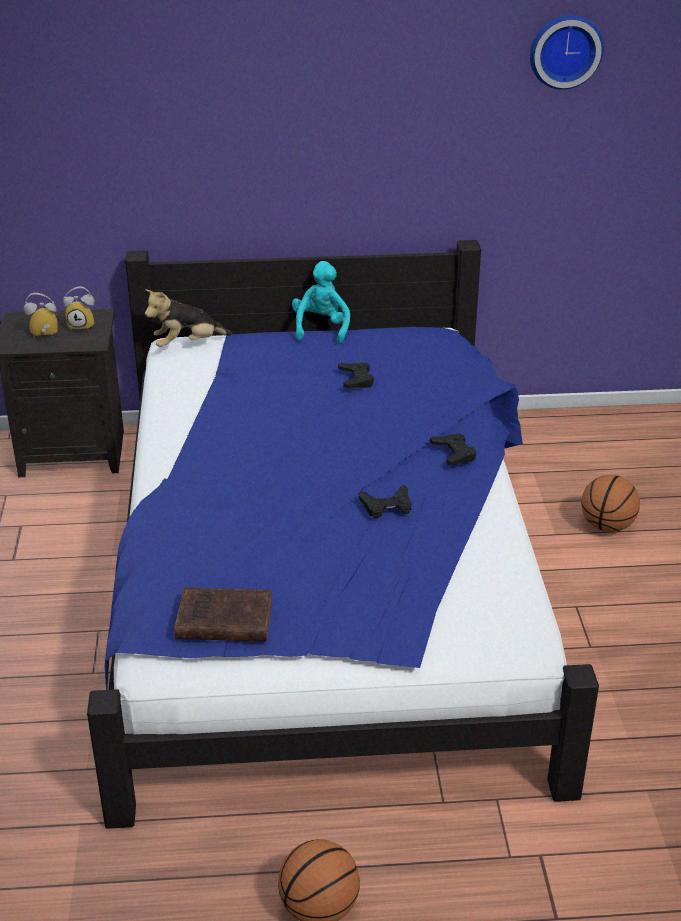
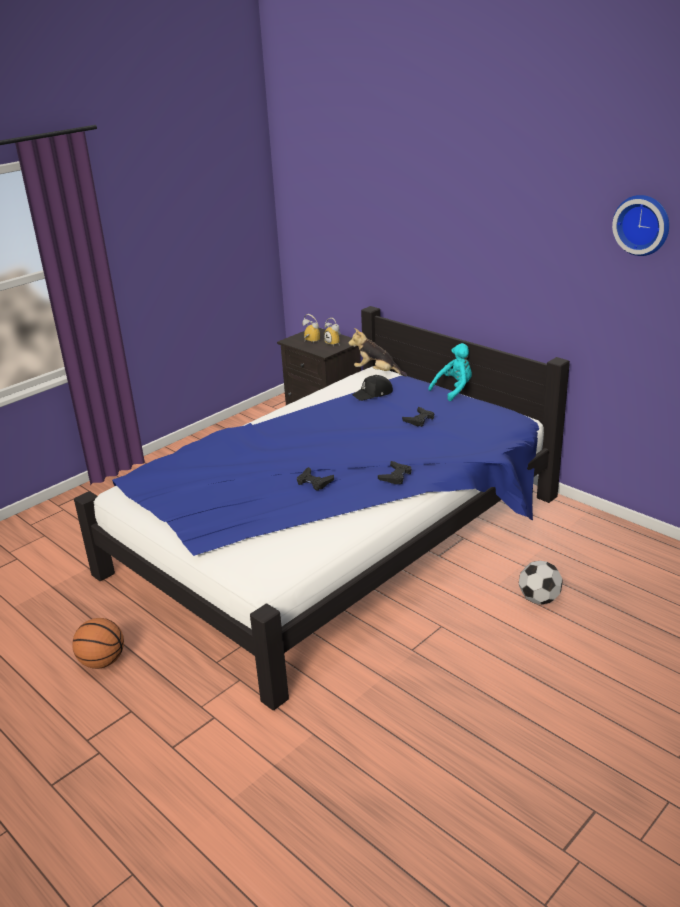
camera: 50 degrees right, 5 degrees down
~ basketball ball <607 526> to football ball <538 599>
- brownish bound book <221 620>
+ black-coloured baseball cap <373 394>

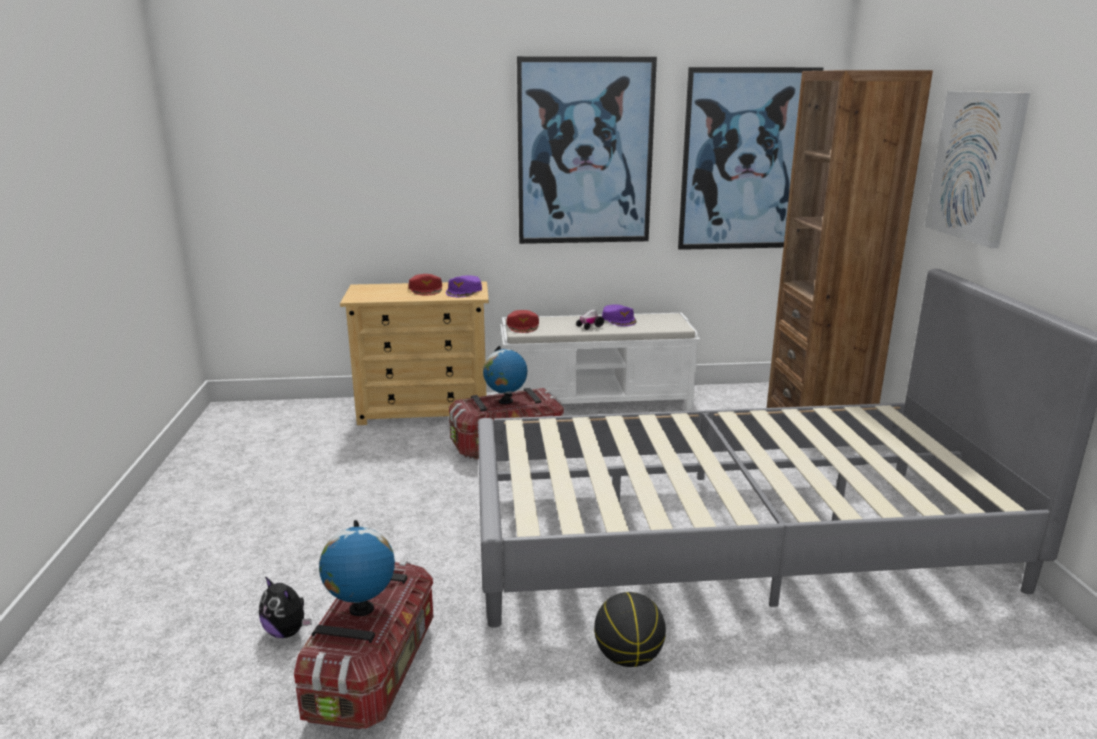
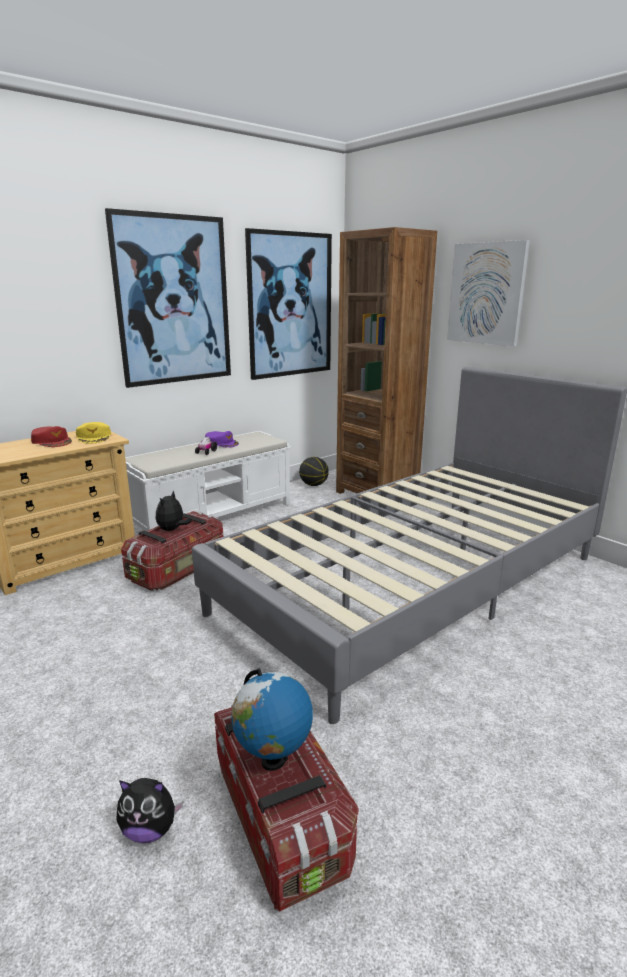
camera: 35 degrees left, 0 degrees up
~ purplish baseball cap <464 291> to yellow baseball cap <94 437>
- red baseball cap <523 326>
~ world globe <505 401> to soft toy <172 530>
~ basketball ball <628 657> to <313 485>

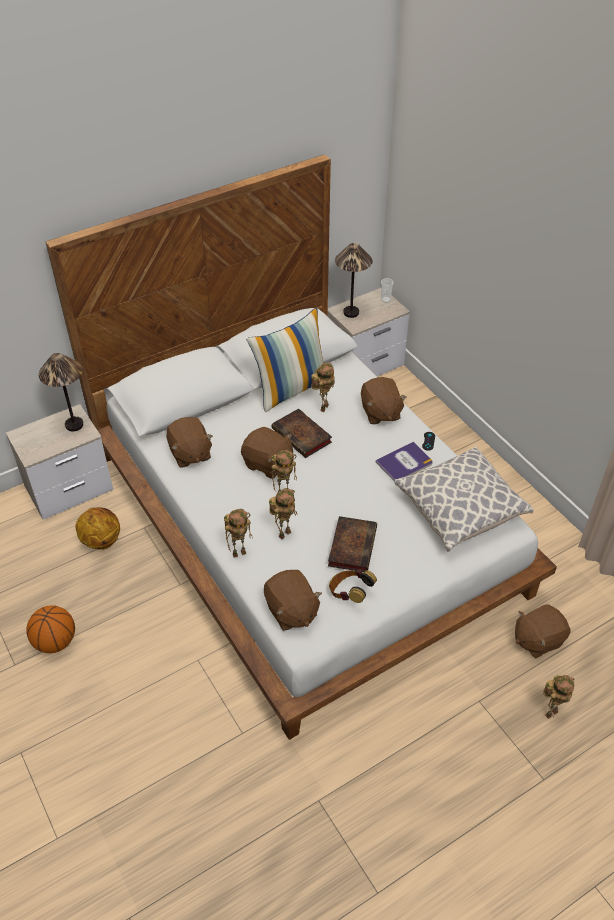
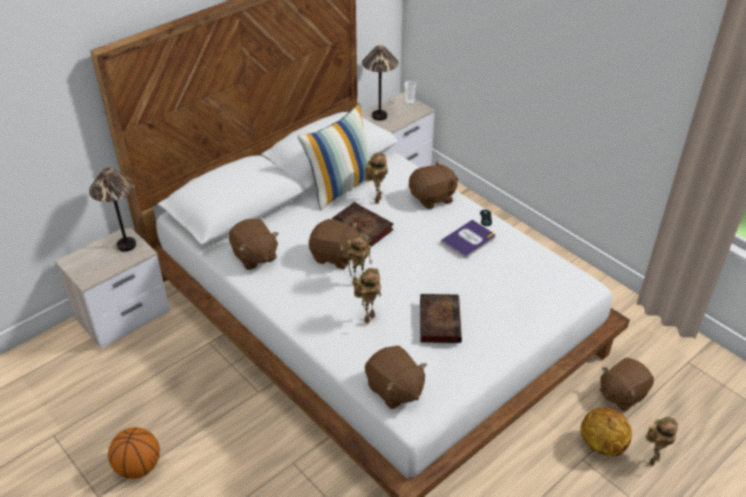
camera: 10 degrees left, 5 degrees down
~ brownish soft toy <380 412> = <433 198> 90 degrees counterclockwise
- pillow <460 510>
~ basketball ball <101 540> to <601 445>
- toy robot <239 552>
- pair of headphones <350 594>

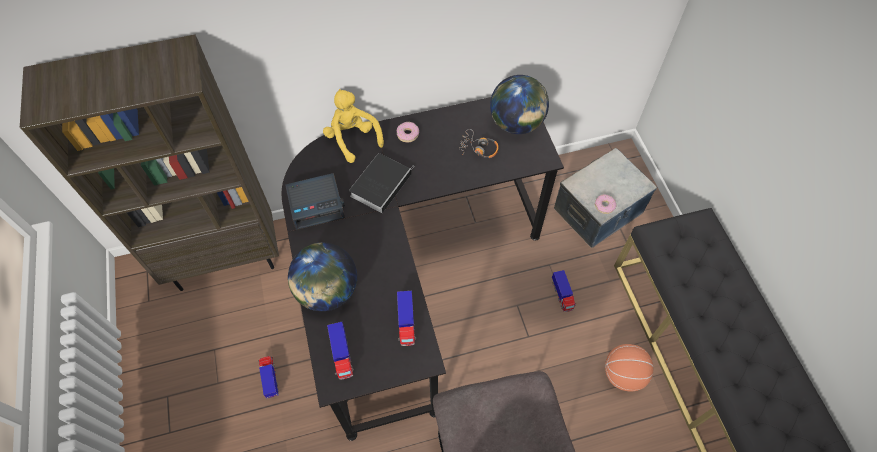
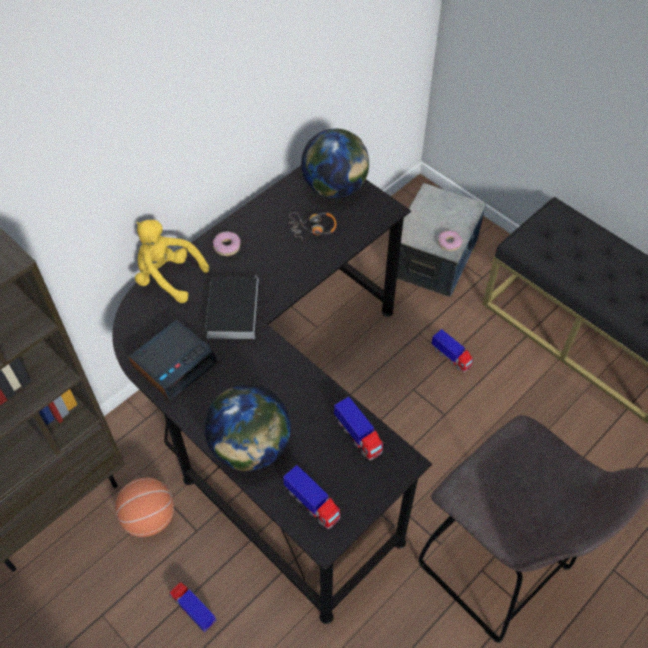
camera: 30 degrees left, 5 degrees down
~ basketball ball <623 374> to <150 517>

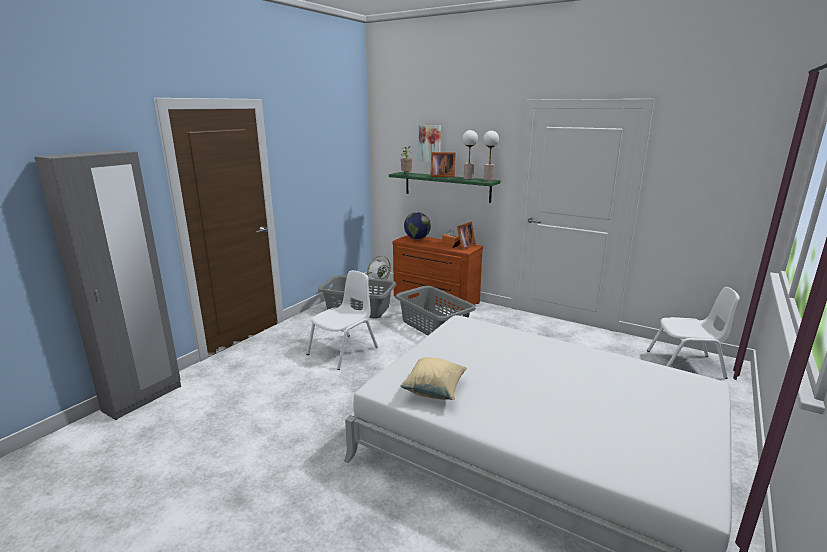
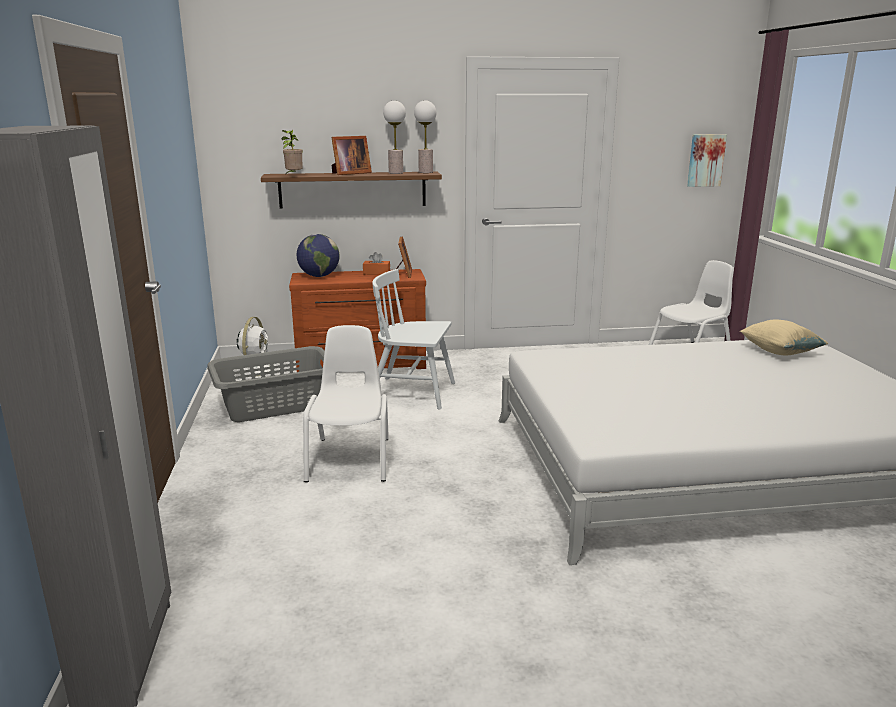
camera: 40 degrees left, 0 degrees up
~ picture <430 143> to <705 160>
~ green shelf <447 187> to brownish shelf <352 189>
~ grey hamper <434 326> to white-coloured upright chair <413 393>
~ beige pillow <434 391> to <779 352>

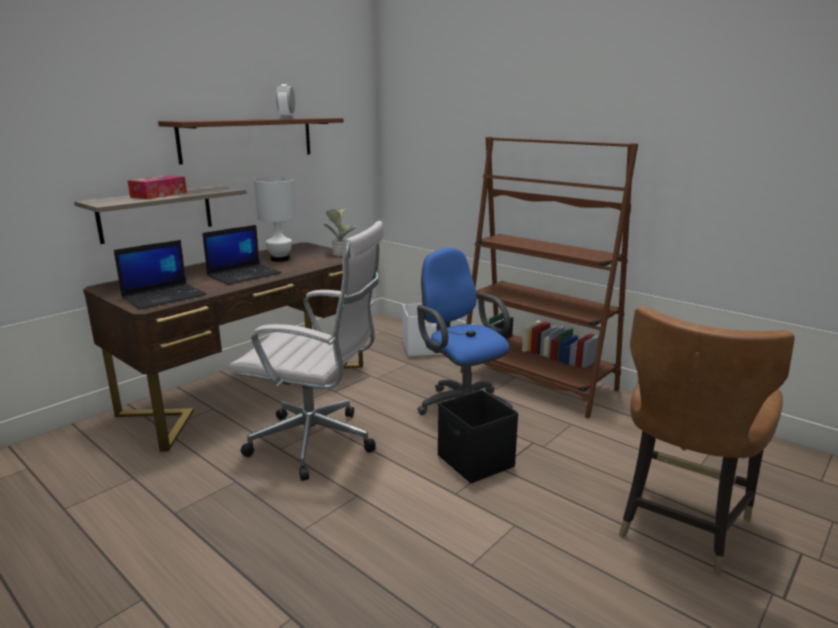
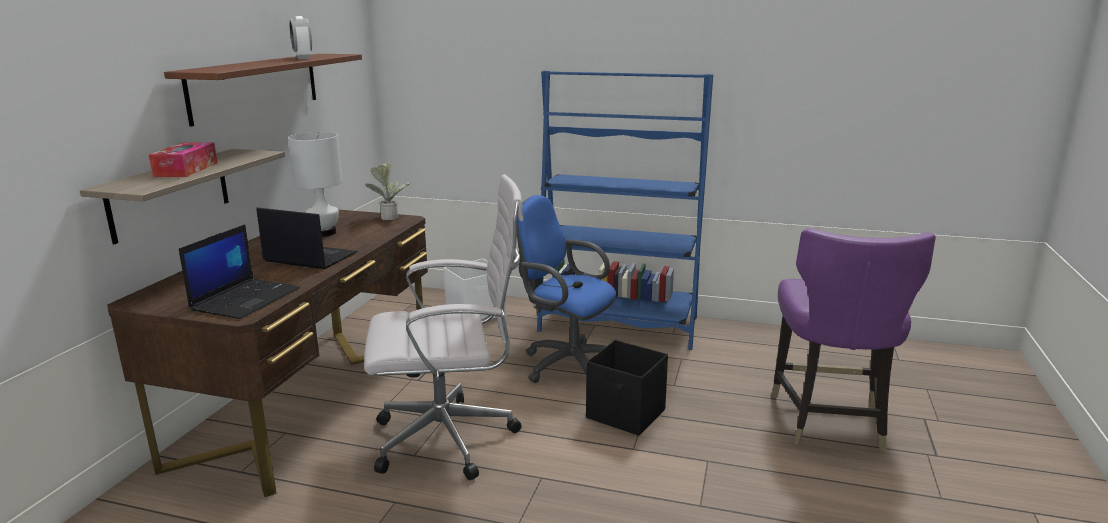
camera: 25 degrees left, 0 degrees up
~ brownish bookcase <537 381> to blue bookcase <618 325>
~ portable computer <244 274> = <309 257> 90 degrees counterclockwise
~ brownish upright chair <679 524> to purplish upright chair <829 421>

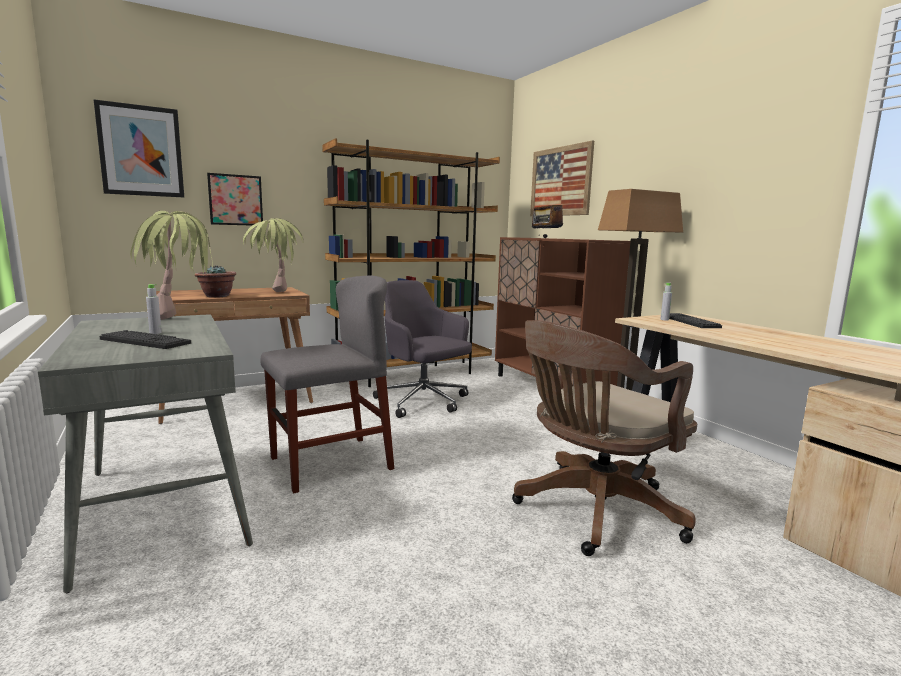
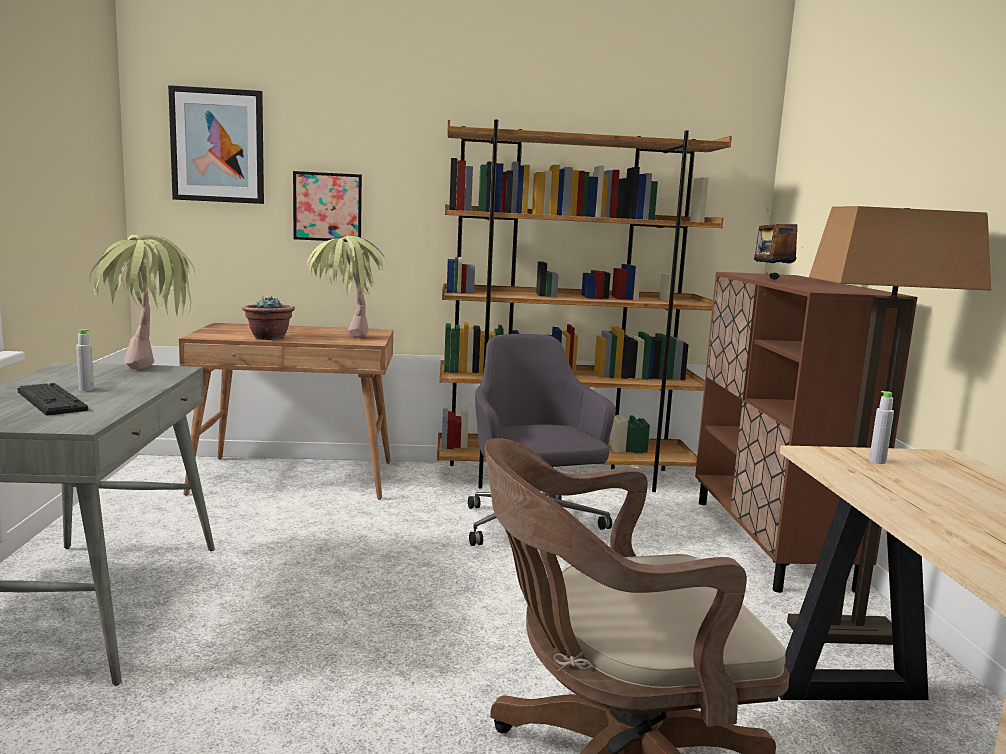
camera: 25 degrees right, 0 degrees up
- picture <560 181>
- grey upright chair <330 463>
- PC keyboard <690 322>

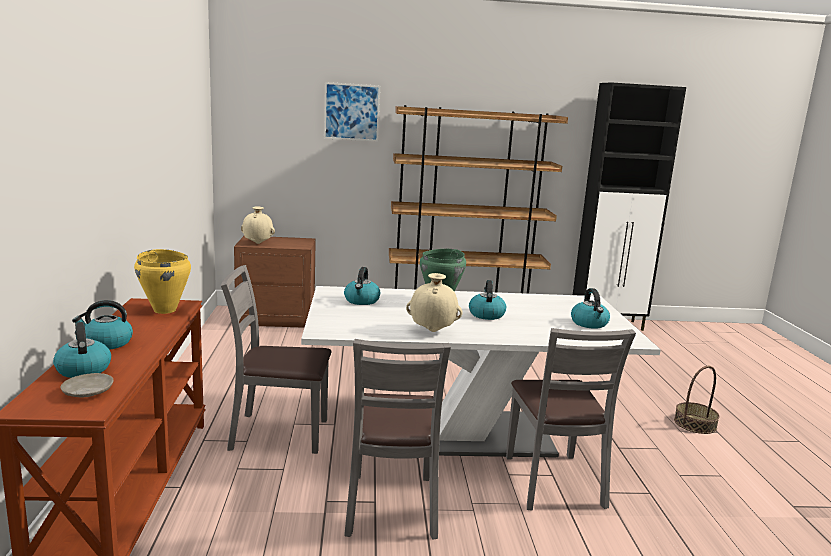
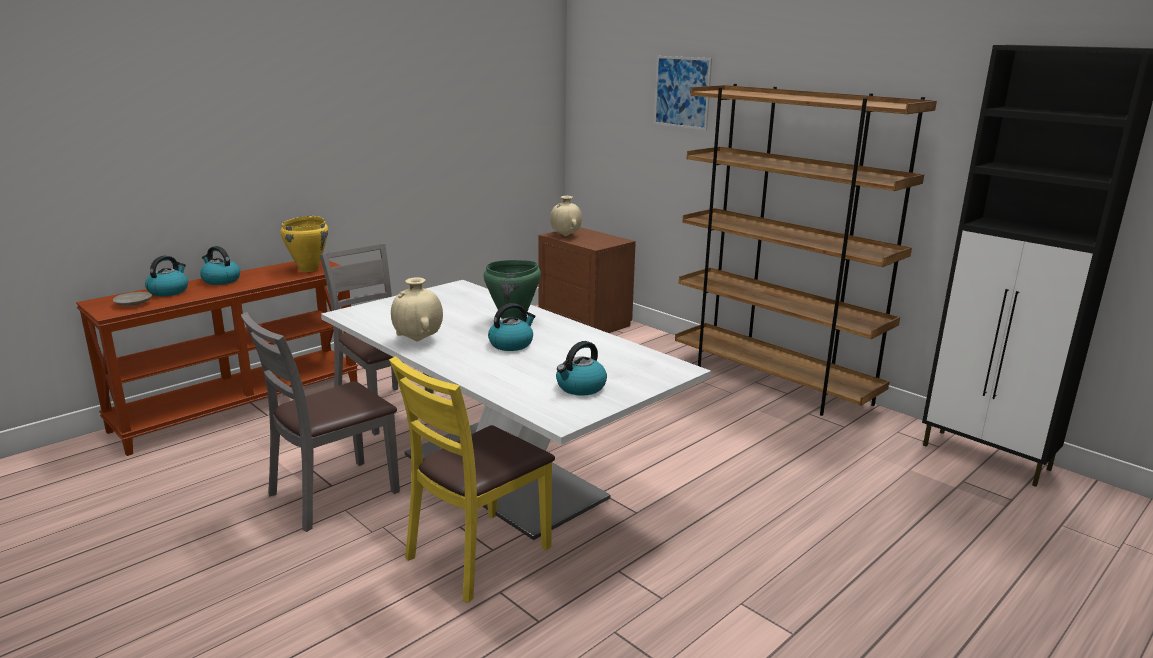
camera: 50 degrees right, 5 degrees up
- water kettle <362 301>
~ grey upright chair <553 482> to yellow upright chair <478 554>
- basket <695 424>

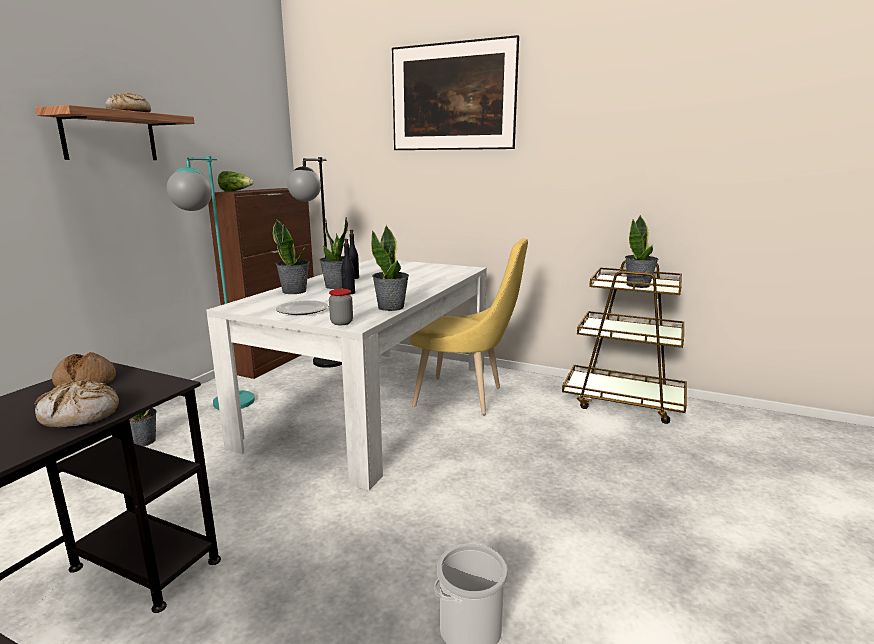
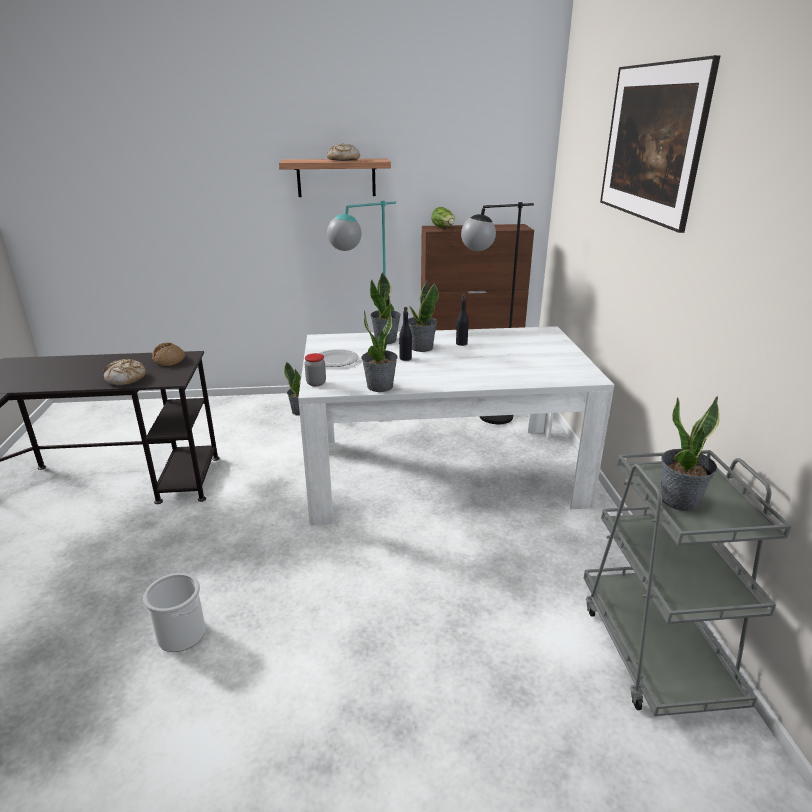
camera: 60 degrees right, 10 degrees up
- yellow upright chair <465 397>
~ brownish trolley <623 402> to grey trolley <655 649>

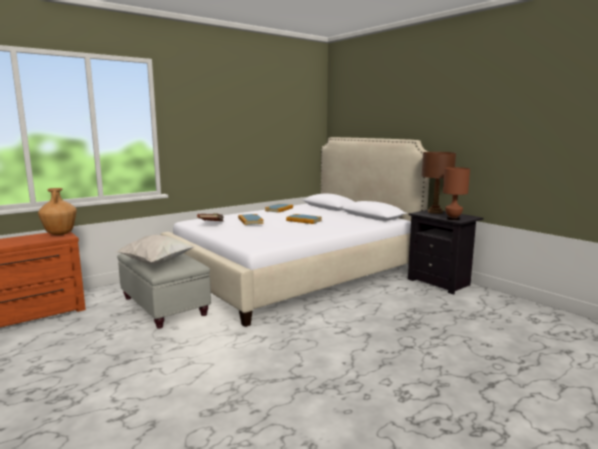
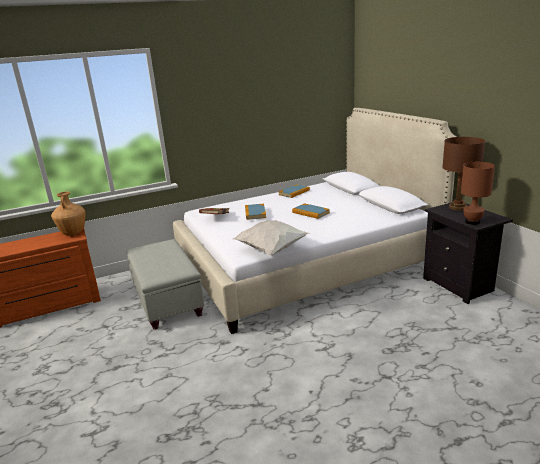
camera: 15 degrees right, 10 degrees up
~ white-coloured pillow <158 263> to <272 249>

